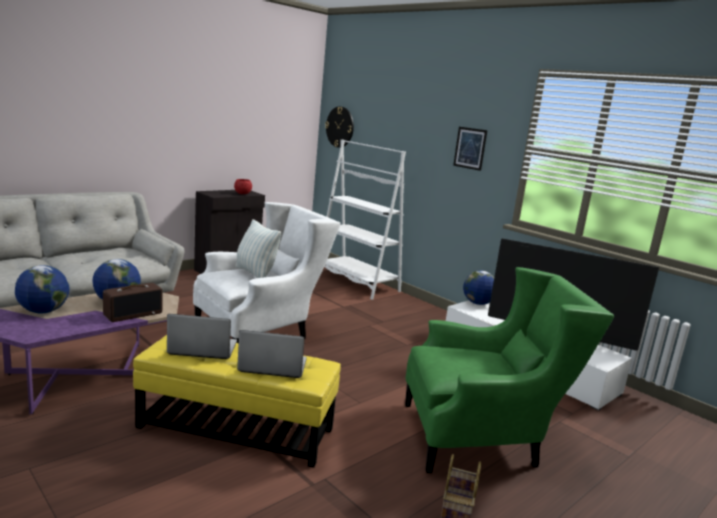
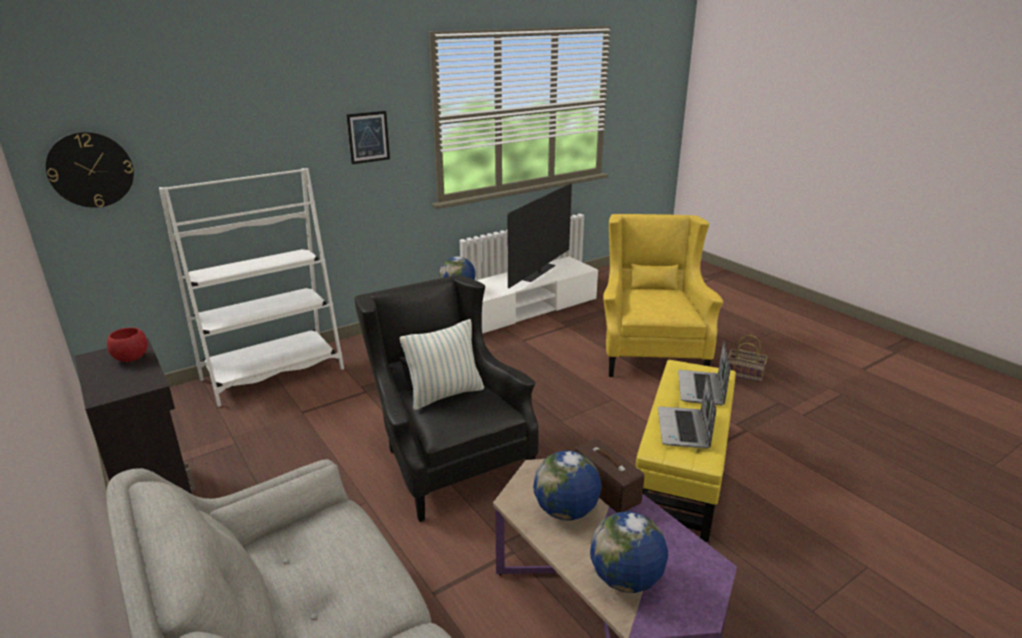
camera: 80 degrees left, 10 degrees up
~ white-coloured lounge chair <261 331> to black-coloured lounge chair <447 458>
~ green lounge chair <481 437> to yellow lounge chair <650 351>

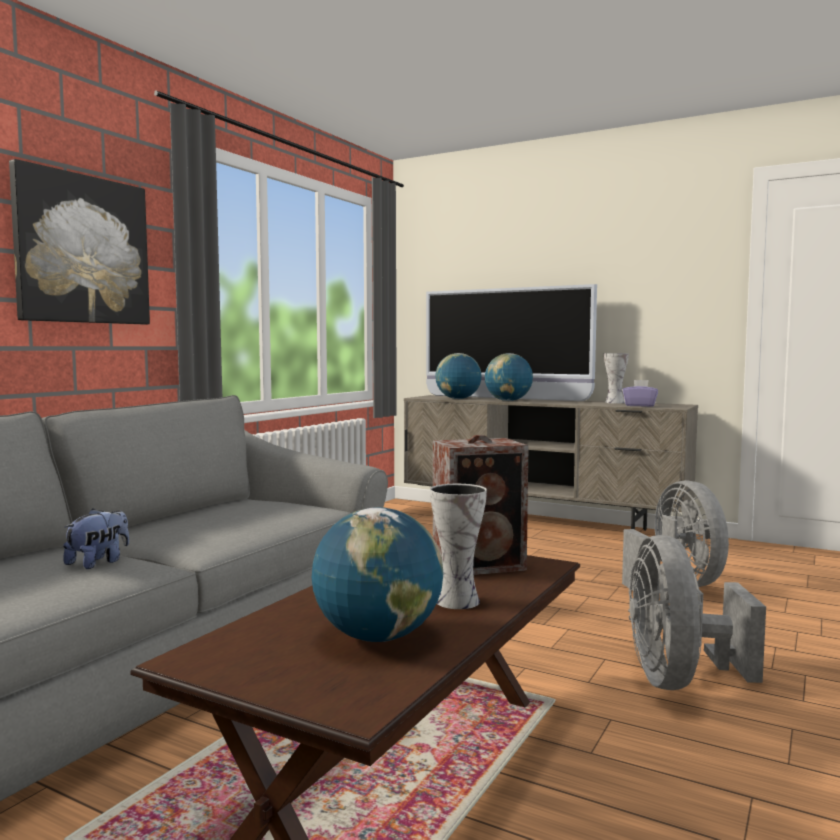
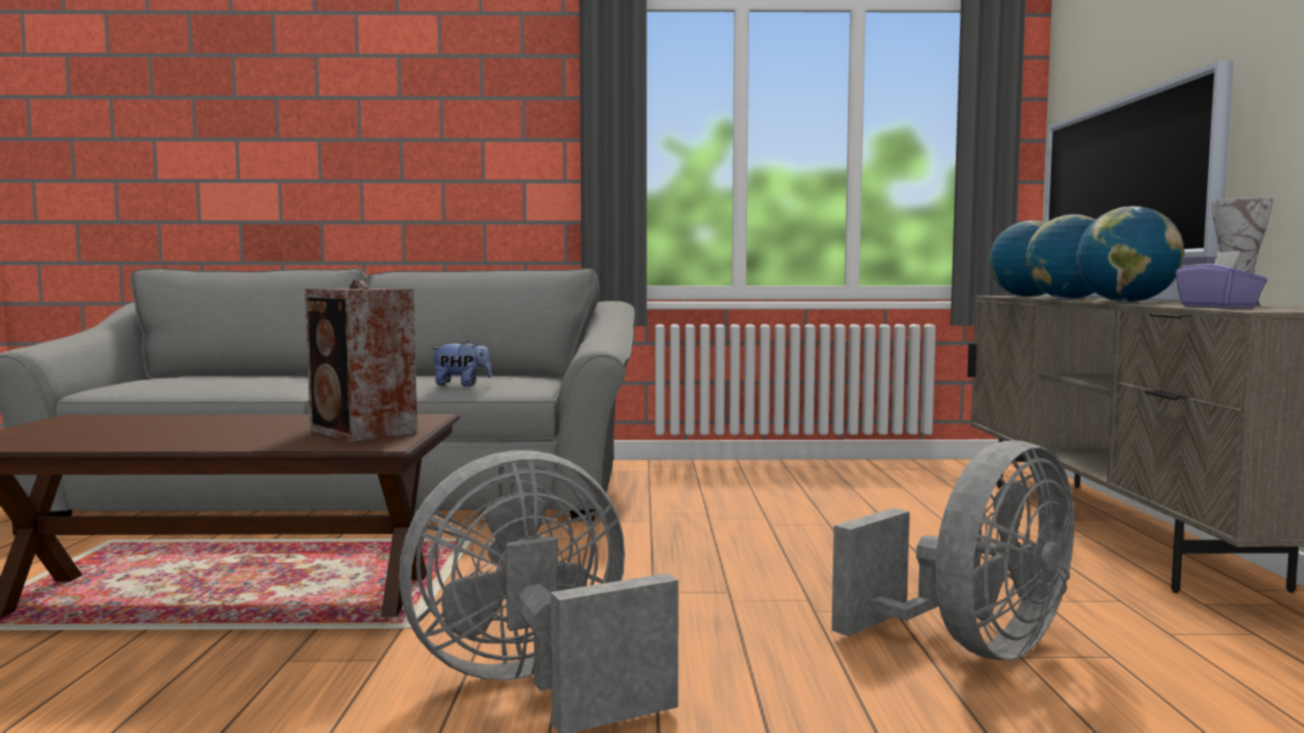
camera: 60 degrees right, 0 degrees up
- picture <82 250>
- vase <456 600>
~ world globe <378 636> to <1126 302>
~ soft toy <99 562> to <461 385>

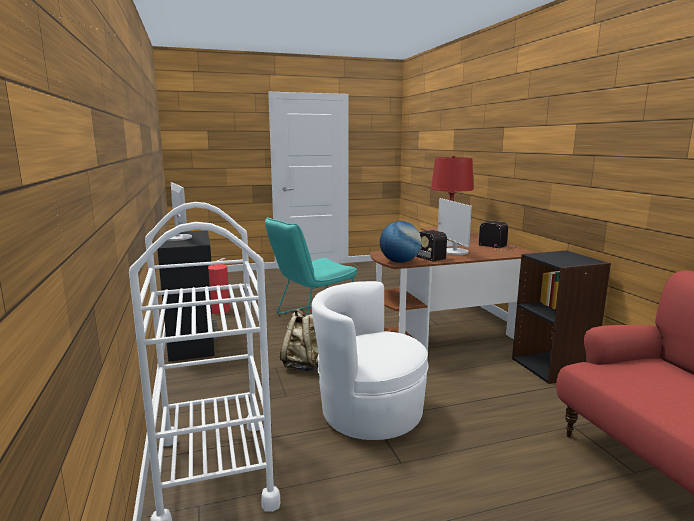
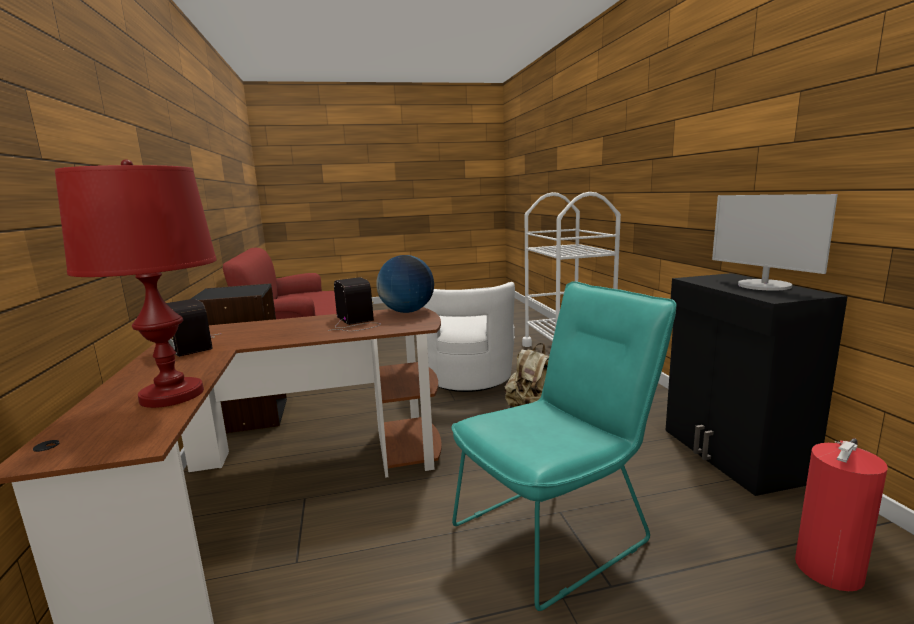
camera: 175 degrees left, 0 degrees up
- monitor <454 252>
~ white-coloured lounge chair <369 412> = <467 378> 75 degrees clockwise

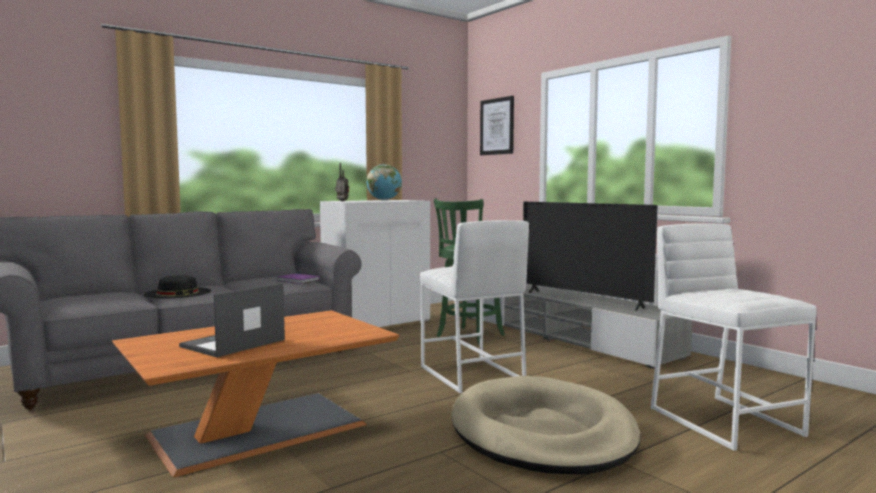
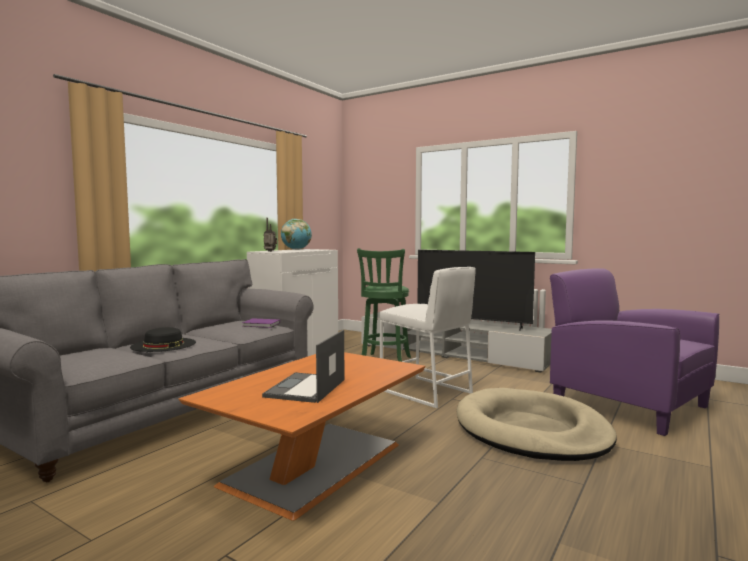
camera: 20 degrees left, 0 degrees up
- picture <497 126>
~ white-coloured stool <724 420> to purplish lounge chair <627 404>

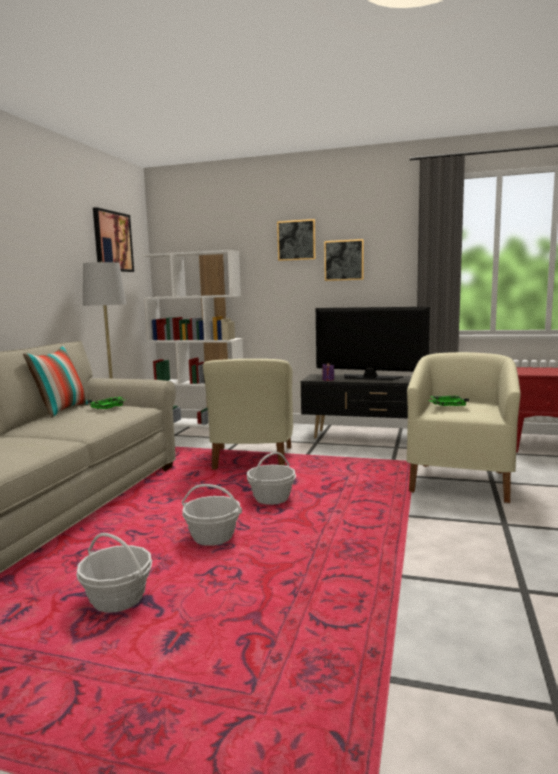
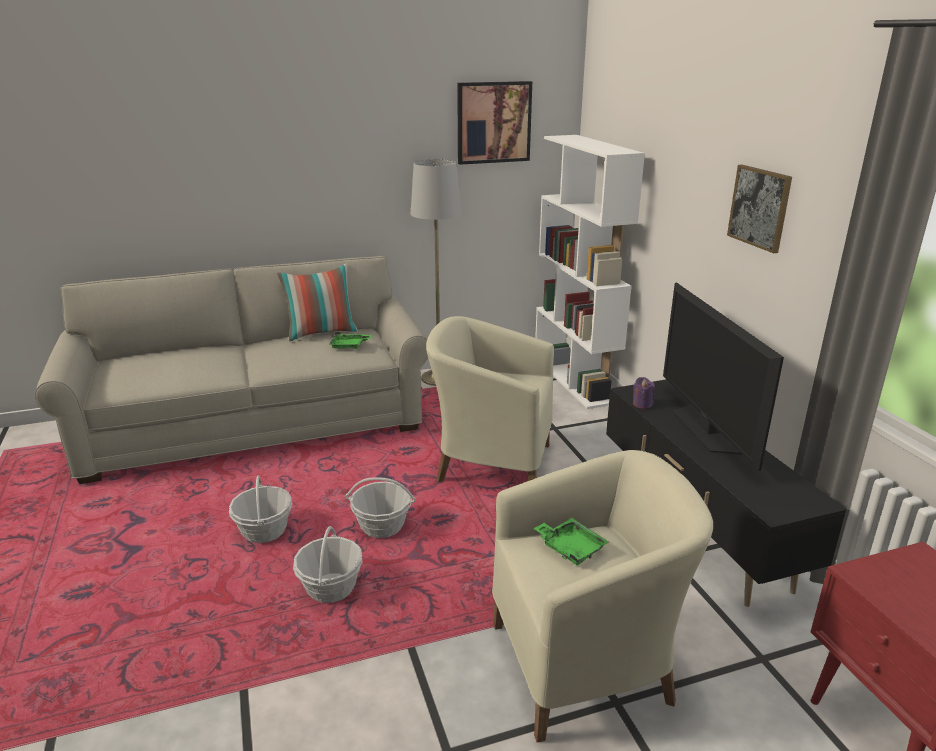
camera: 55 degrees right, 15 degrees up
- picture <296 240>
~ beige lounge chair <251 459> = <491 463> 45 degrees clockwise
~ basket <118 600> to <331 588>

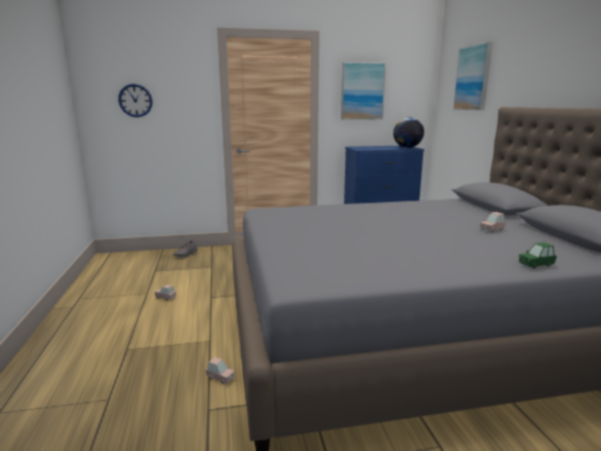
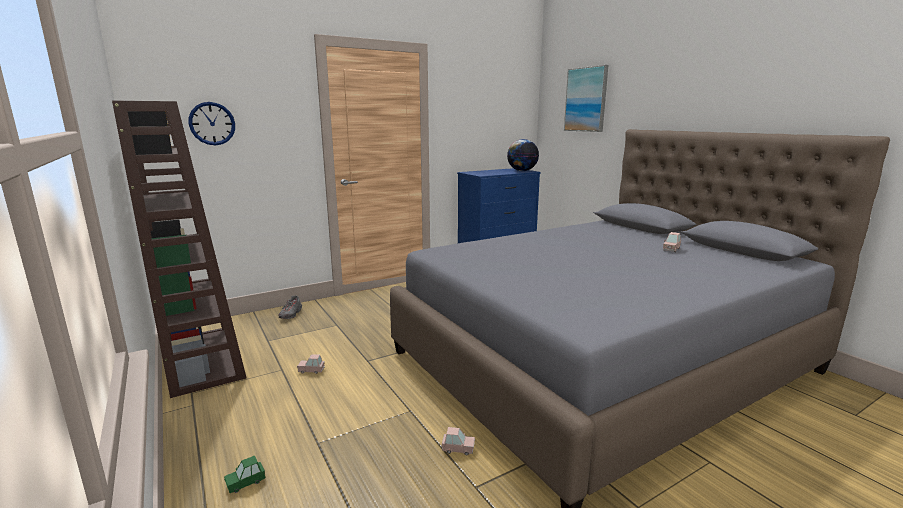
camera: 20 degrees left, 0 degrees up
- picture <362 91>
~ green model car <536 265> to <245 483>
+ brownish bookcase <203 360>

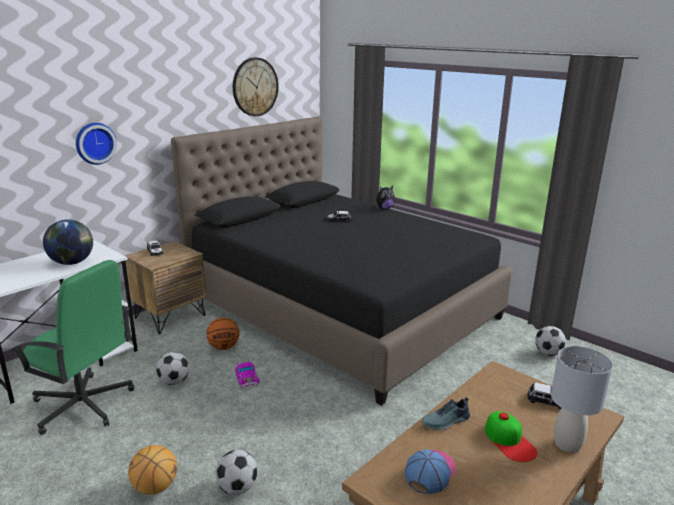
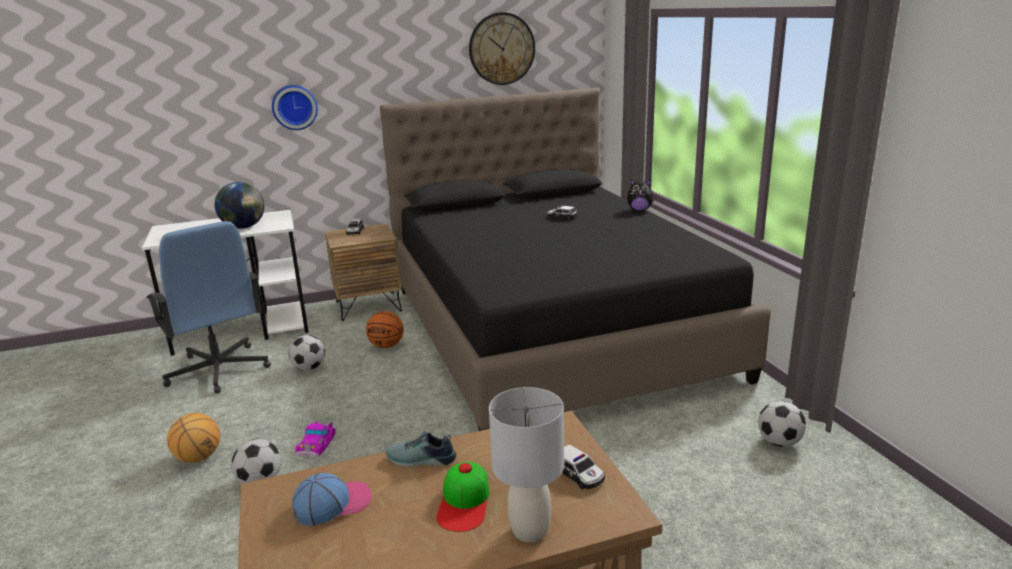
camera: 30 degrees right, 0 degrees up
~ green desk chair <83 405> to blue desk chair <218 370>
~ model car <246 376> to <317 442>

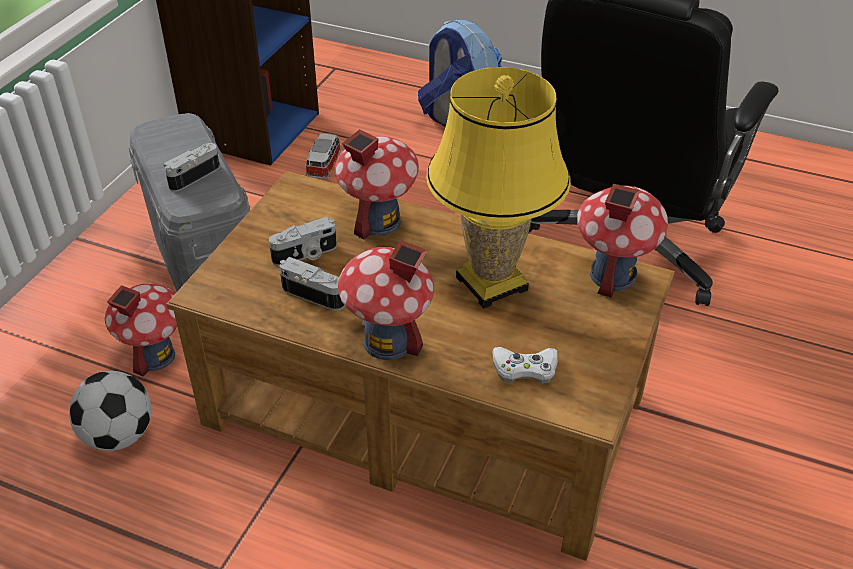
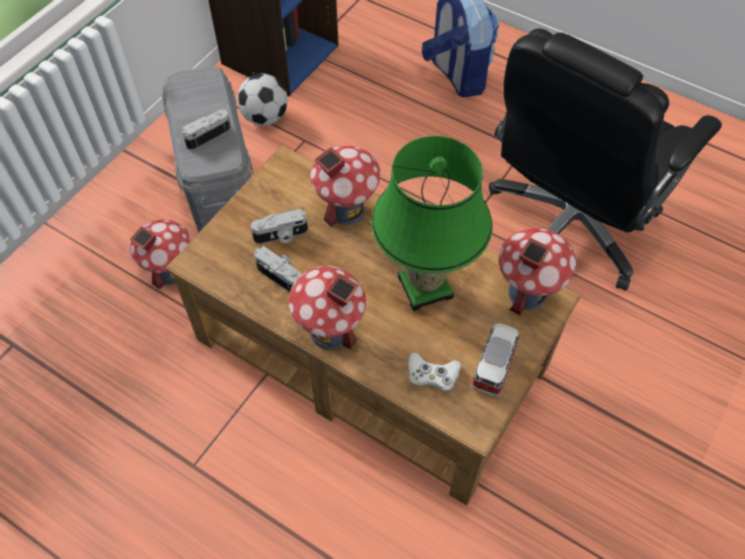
camera: 10 degrees right, 15 degrees up
~ yellow table lamp <492 283> to green table lamp <425 287>
~ model car <324 165> to <494 364>
~ football ball <119 436> to <265 118>

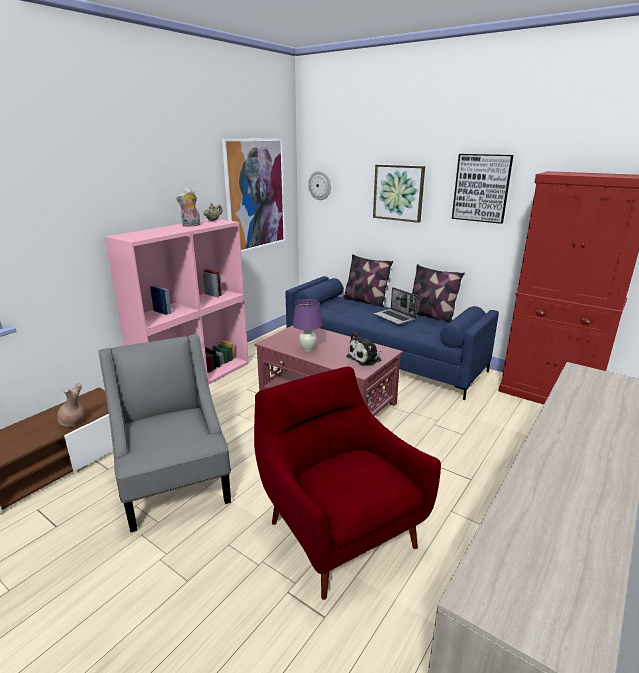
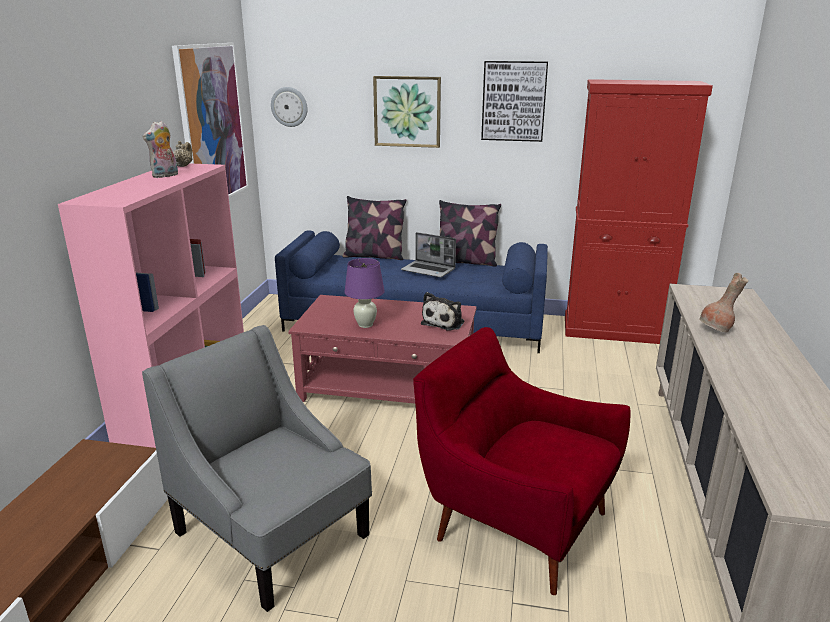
camera: 25 degrees left, 0 degrees up
~ brownish vase <73 423> to <716 330>

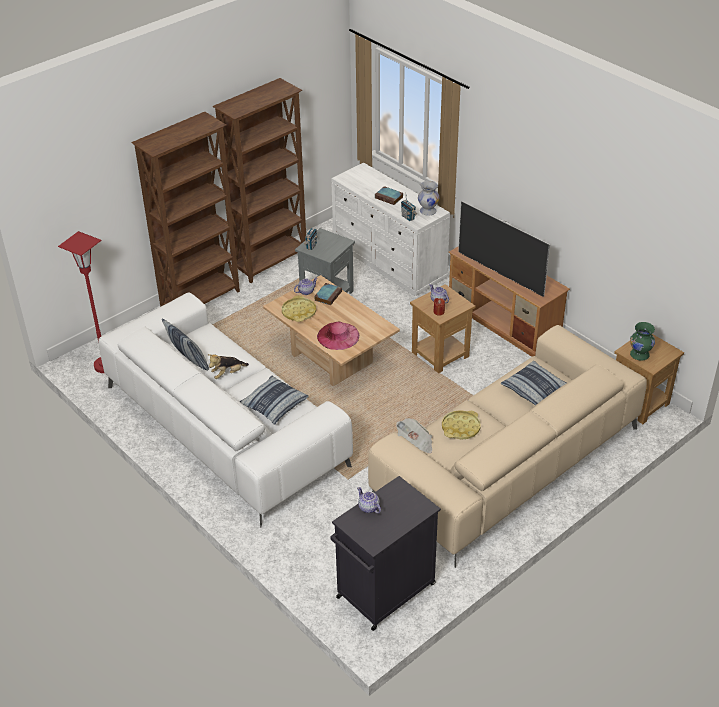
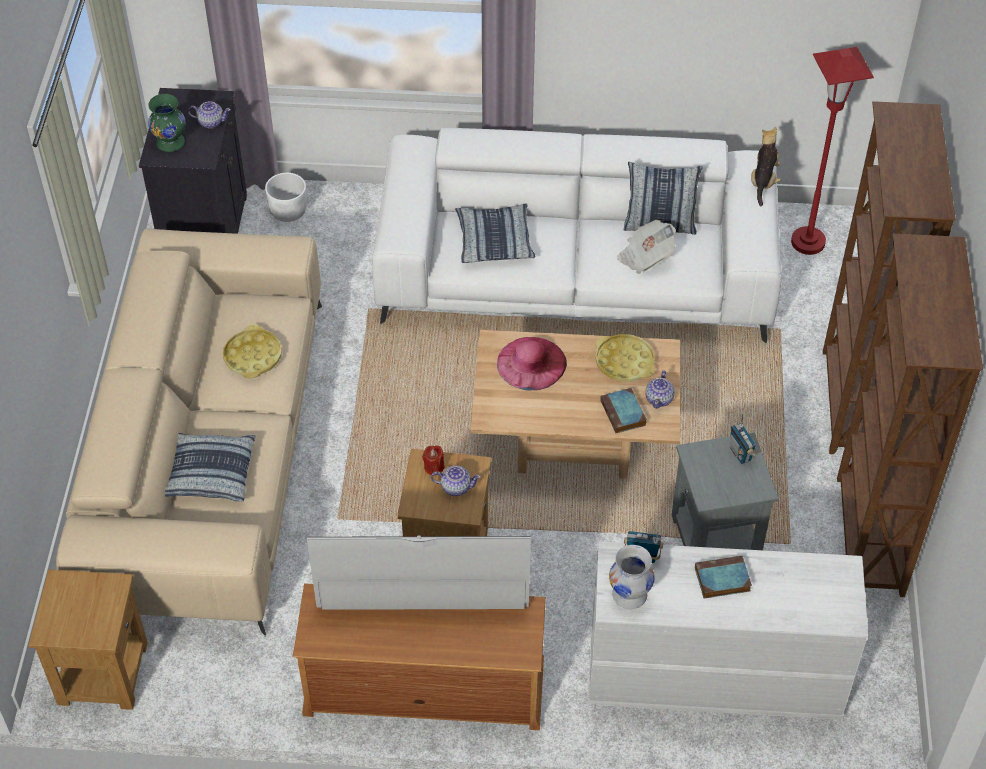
camera: 135 degrees right, 10 degrees up
~ green vase <640 355> to <170 143>
~ soft toy <228 374> to <763 181>
~ newspaper <415 444> to <645 257>
+ white-coloured planter <288 211>

